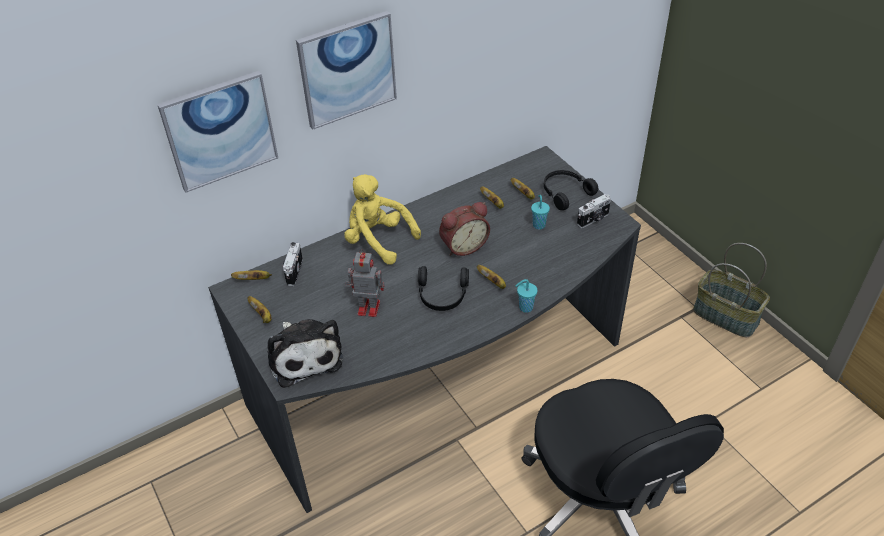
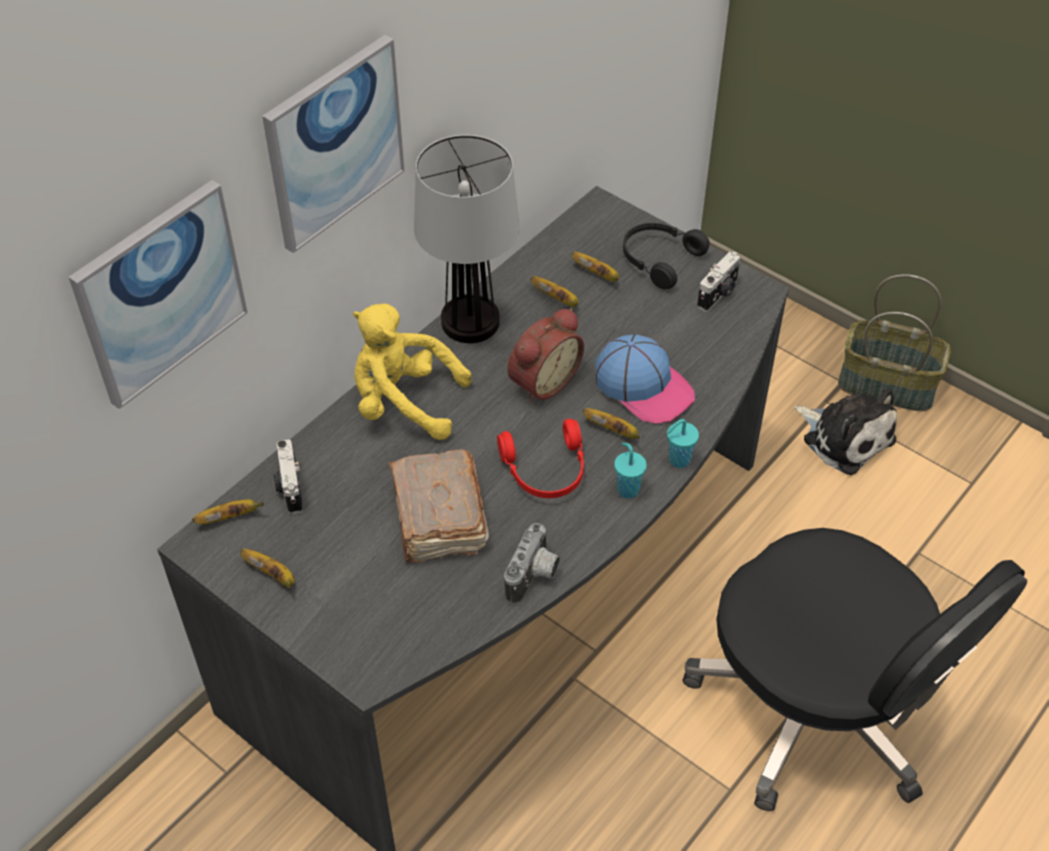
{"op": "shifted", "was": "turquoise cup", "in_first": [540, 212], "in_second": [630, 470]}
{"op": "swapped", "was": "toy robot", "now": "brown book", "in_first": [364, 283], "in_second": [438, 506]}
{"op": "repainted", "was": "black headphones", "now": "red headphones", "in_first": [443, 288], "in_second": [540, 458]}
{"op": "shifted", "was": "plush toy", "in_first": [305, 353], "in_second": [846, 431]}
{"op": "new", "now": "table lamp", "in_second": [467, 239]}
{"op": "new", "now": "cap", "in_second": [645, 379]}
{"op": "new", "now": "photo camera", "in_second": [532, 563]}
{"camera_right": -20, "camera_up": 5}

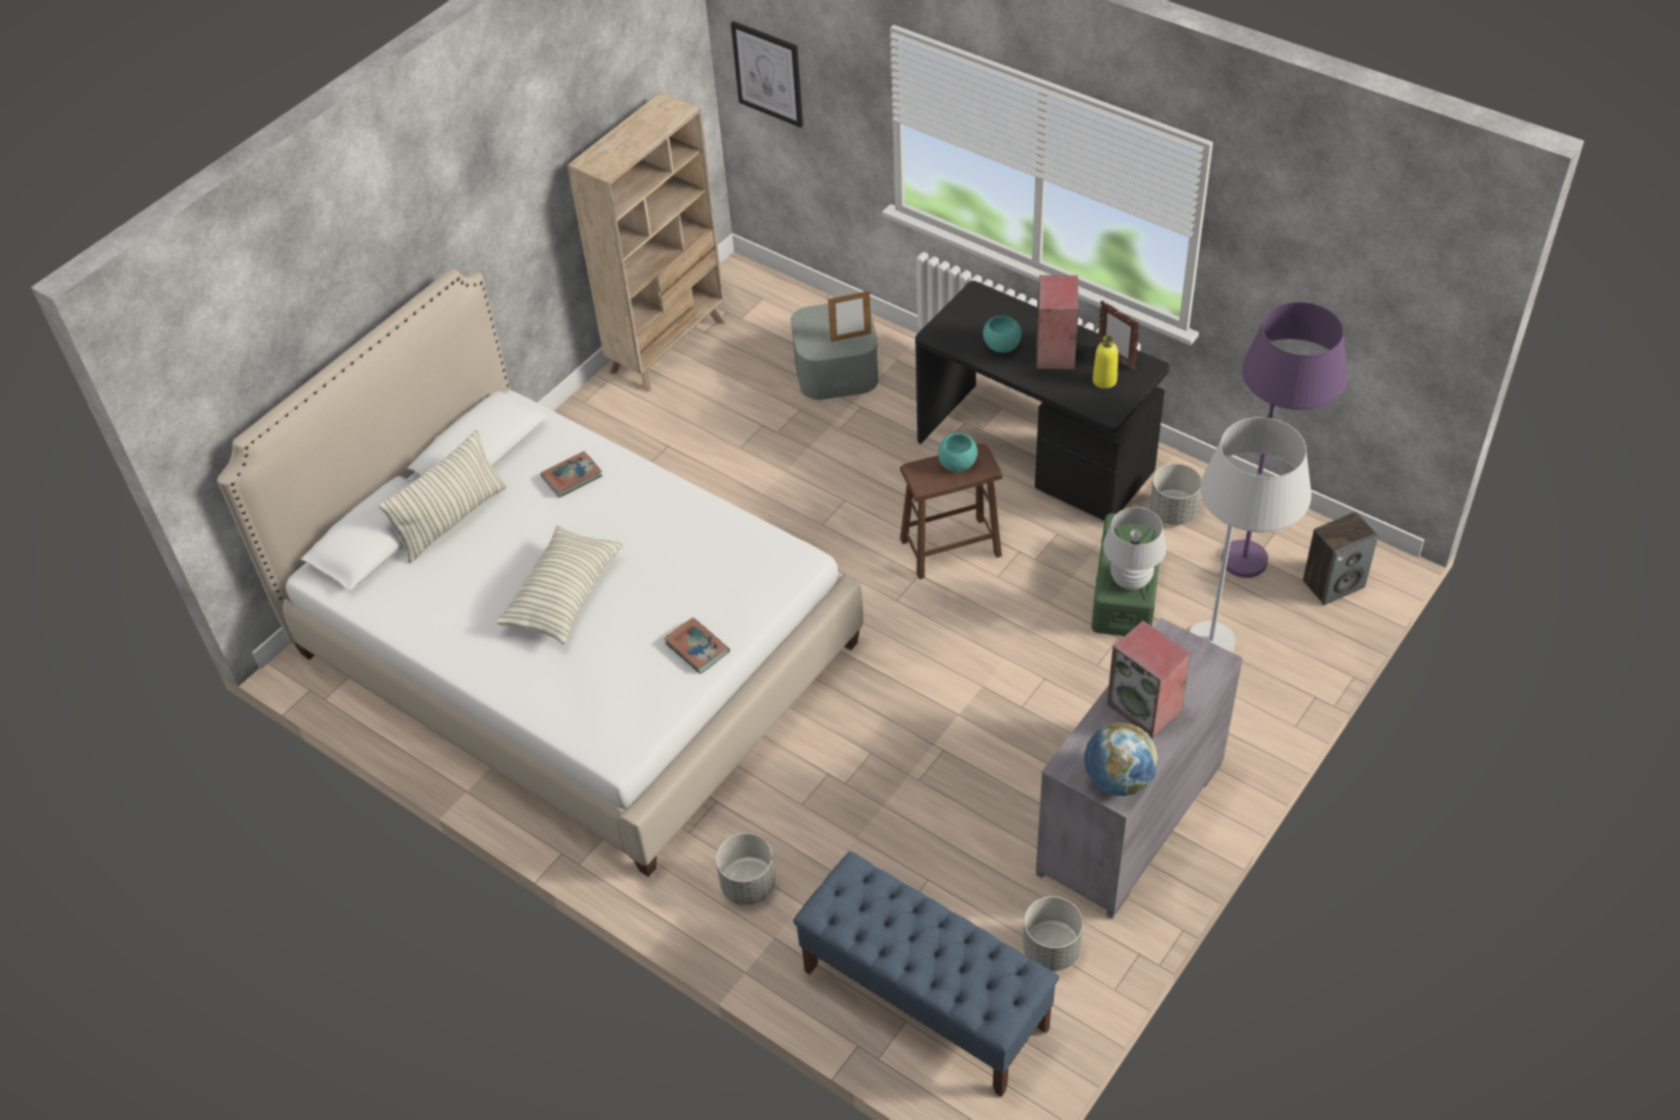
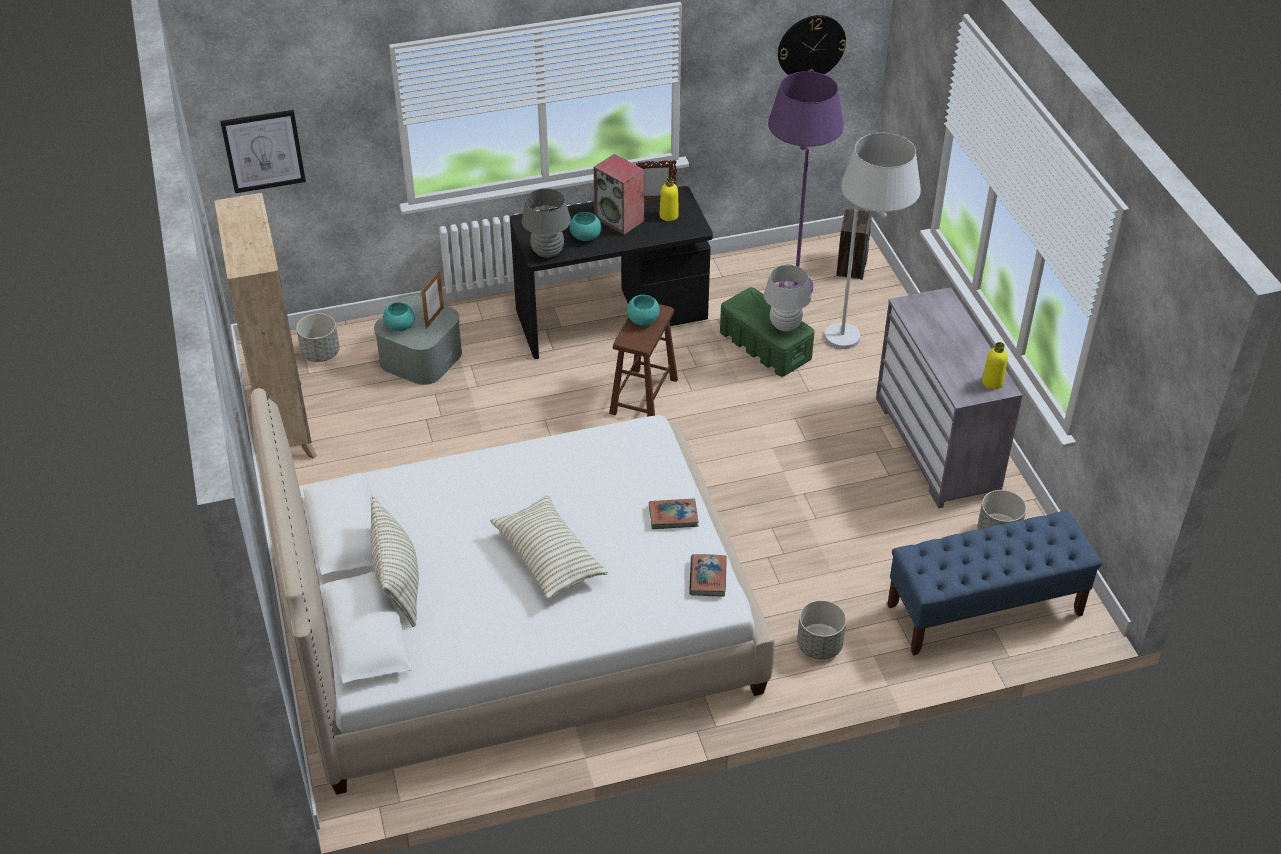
{"op": "shifted", "was": "book", "in_first": [572, 474], "in_second": [708, 575]}
{"op": "shifted", "was": "grey planter", "in_first": [1175, 494], "in_second": [318, 337]}
{"op": "gone", "was": "speaker", "in_first": [1149, 679]}
{"op": "swapped", "was": "globe", "now": "yellow bottle", "in_first": [1121, 759], "in_second": [995, 365]}
{"op": "new", "now": "wall clock", "in_second": [812, 45]}
{"op": "new", "now": "grey table lamp", "in_second": [546, 223]}
{"op": "new", "now": "turquoise bowl", "in_second": [399, 316]}
{"camera_right": -55, "camera_up": -5}

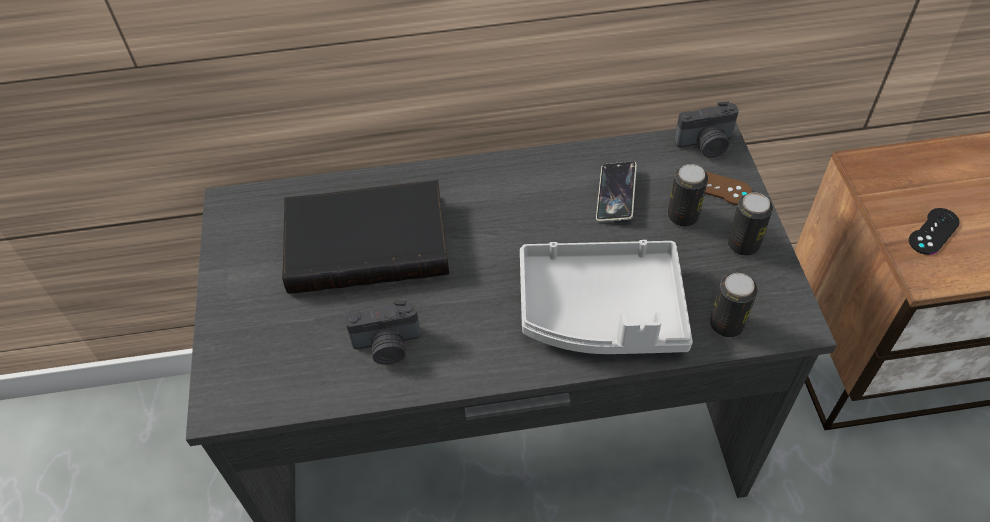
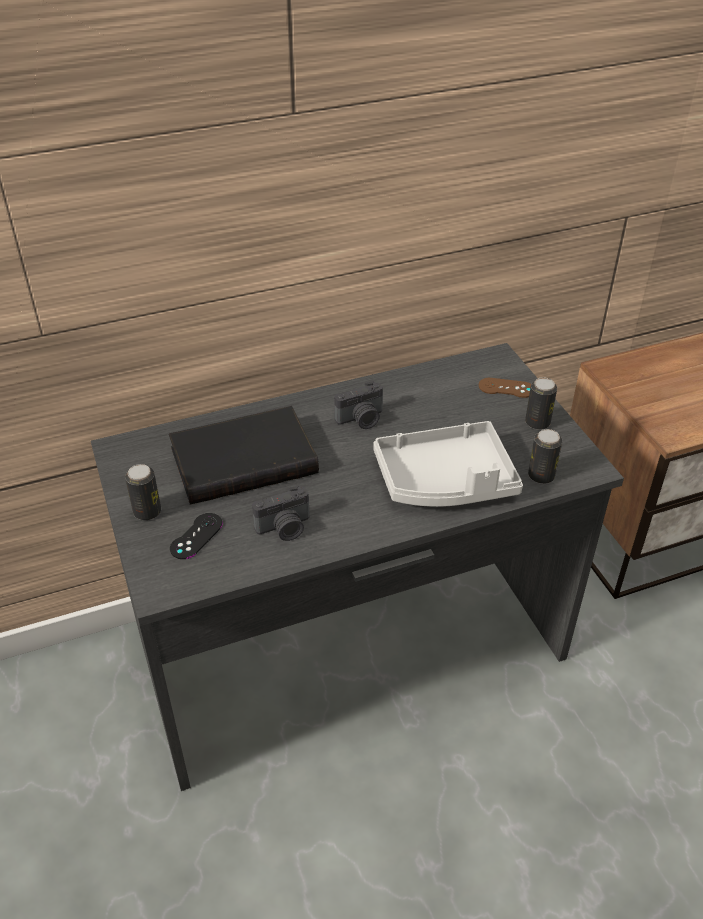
{"op": "shifted", "was": "photo camera", "in_first": [706, 129], "in_second": [358, 405]}
{"op": "gone", "was": "phone", "in_first": [616, 191]}
{"op": "shifted", "was": "can", "in_first": [687, 195], "in_second": [143, 492]}
{"op": "shifted", "was": "black game controller", "in_first": [934, 231], "in_second": [196, 536]}
{"camera_right": -15, "camera_up": -10}

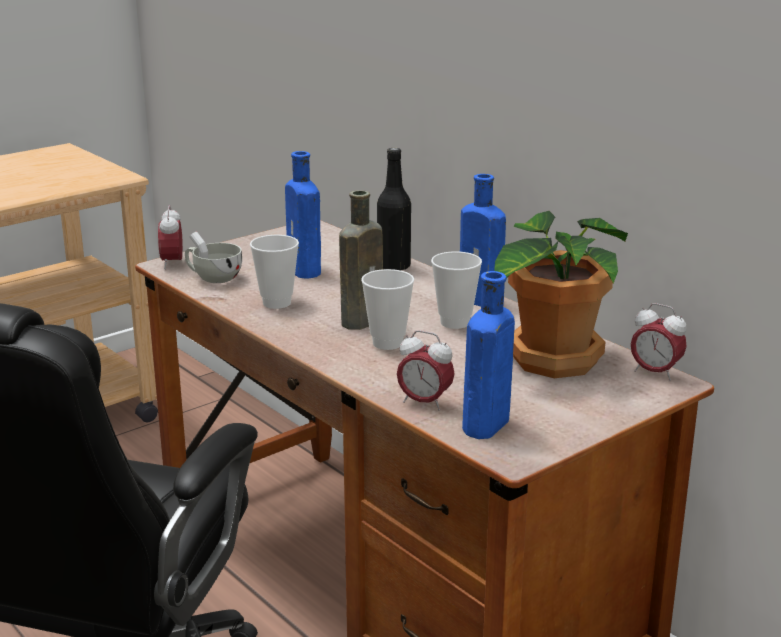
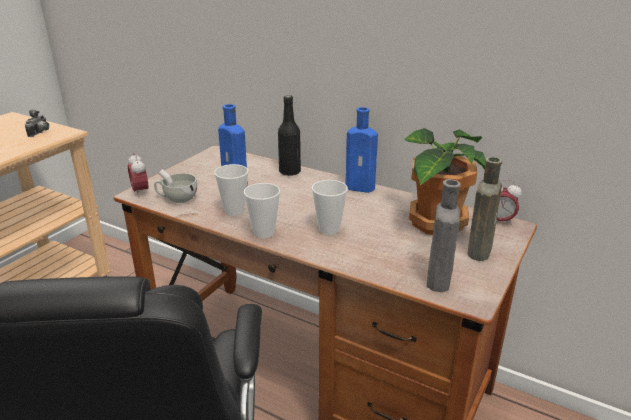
{"op": "shifted", "was": "brown bottle", "in_first": [361, 260], "in_second": [485, 209]}
{"op": "shifted", "was": "cup", "in_first": [456, 290], "in_second": [262, 210]}
{"op": "repainted", "was": "blue bottle", "now": "grey bottle", "in_first": [488, 355], "in_second": [444, 235]}
{"op": "gone", "was": "alarm clock", "in_first": [425, 370]}
{"op": "new", "now": "photo camera", "in_second": [37, 123]}
{"camera_right": -20, "camera_up": 5}

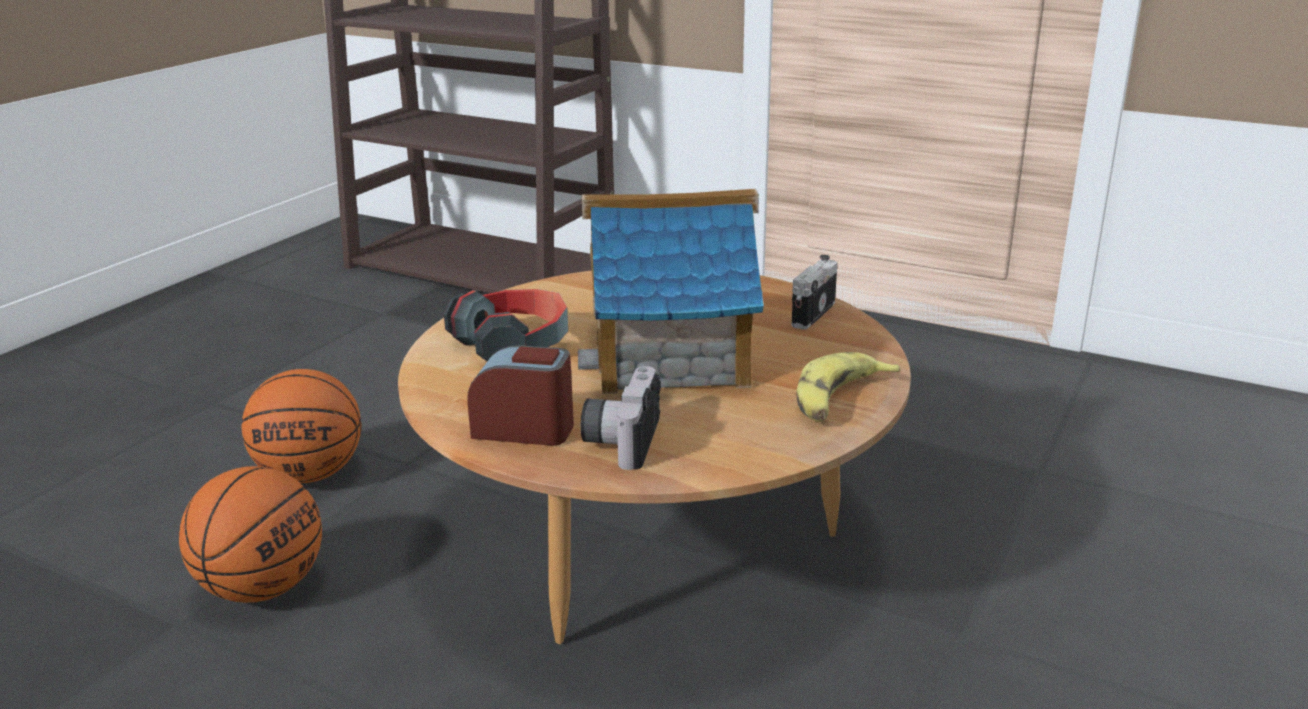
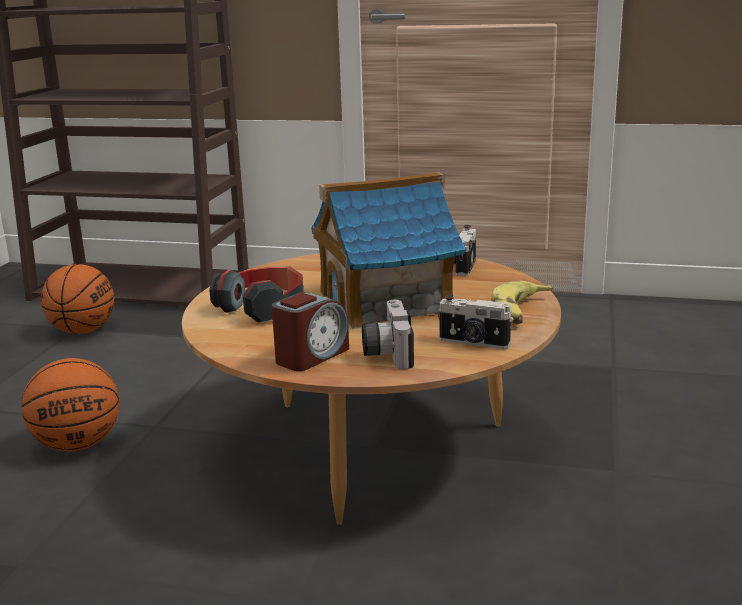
{"op": "rotated", "was": "alarm clock", "in_first": [520, 395], "in_second": [310, 331], "clockwise": 135}
{"op": "shifted", "was": "basketball", "in_first": [250, 534], "in_second": [77, 299]}
{"op": "new", "now": "photo camera", "in_second": [475, 322]}
{"camera_right": -15, "camera_up": -5}

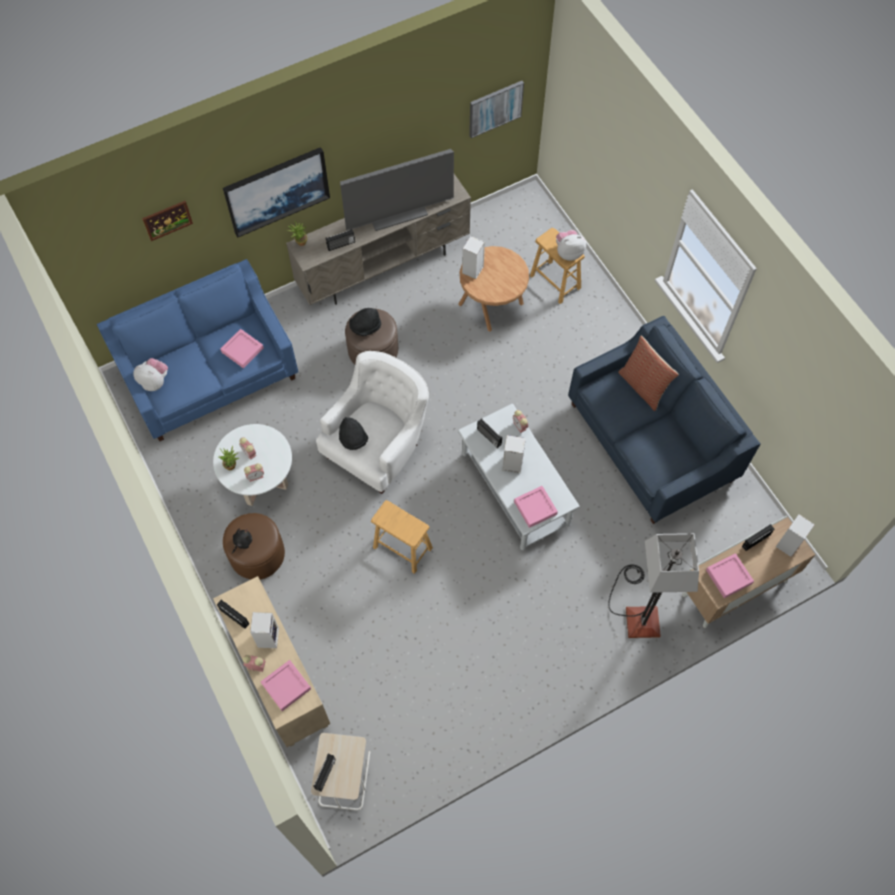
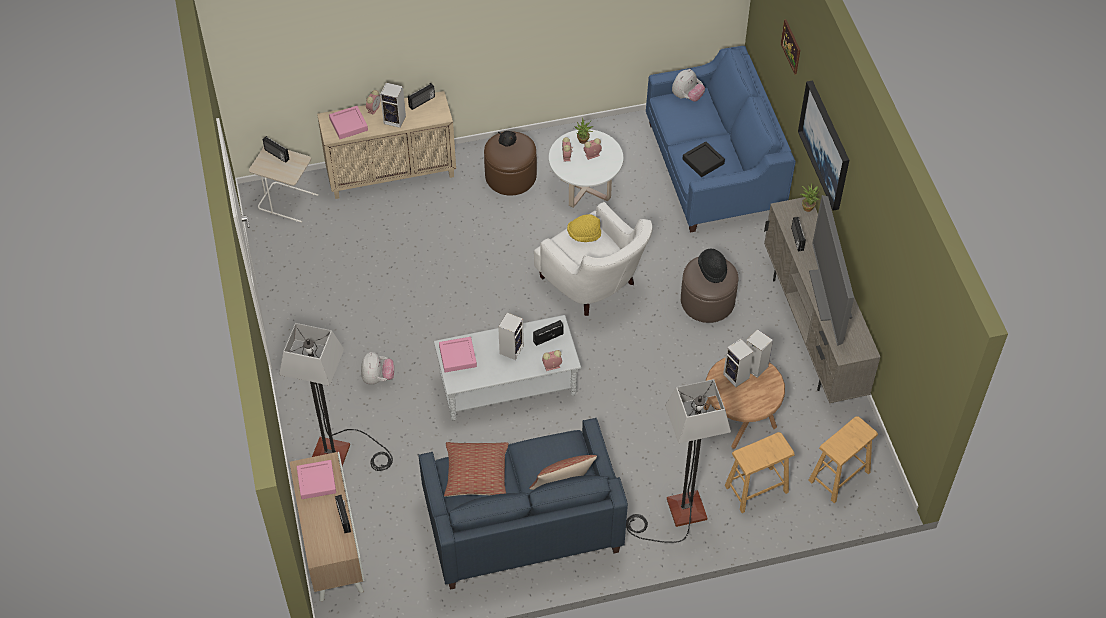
{"op": "gone", "was": "picture", "in_first": [496, 109]}
{"op": "shifted", "was": "plush toy", "in_first": [571, 245], "in_second": [377, 368]}
{"op": "repainted", "was": "pink tray", "now": "black tray", "in_first": [242, 348], "in_second": [704, 159]}
{"op": "repainted", "was": "black hat", "now": "yellow hat", "in_first": [353, 433], "in_second": [584, 228]}
{"op": "shifted", "was": "brown stool", "in_first": [402, 537], "in_second": [843, 459]}
{"op": "shifted", "was": "speaker", "in_first": [795, 535], "in_second": [738, 363]}
{"op": "new", "now": "floor lamp", "in_second": [678, 461]}
{"op": "new", "now": "pillow", "in_second": [476, 469]}
{"camera_right": 105, "camera_up": -10}

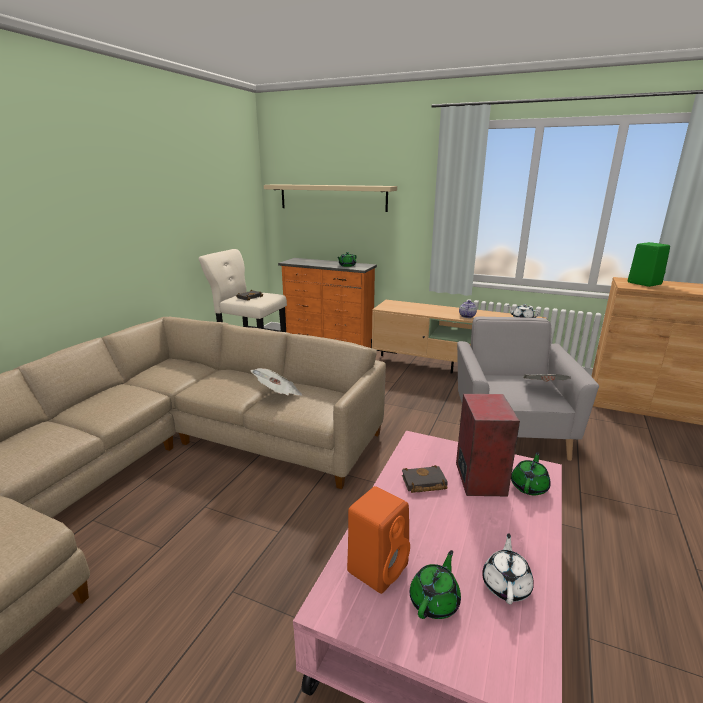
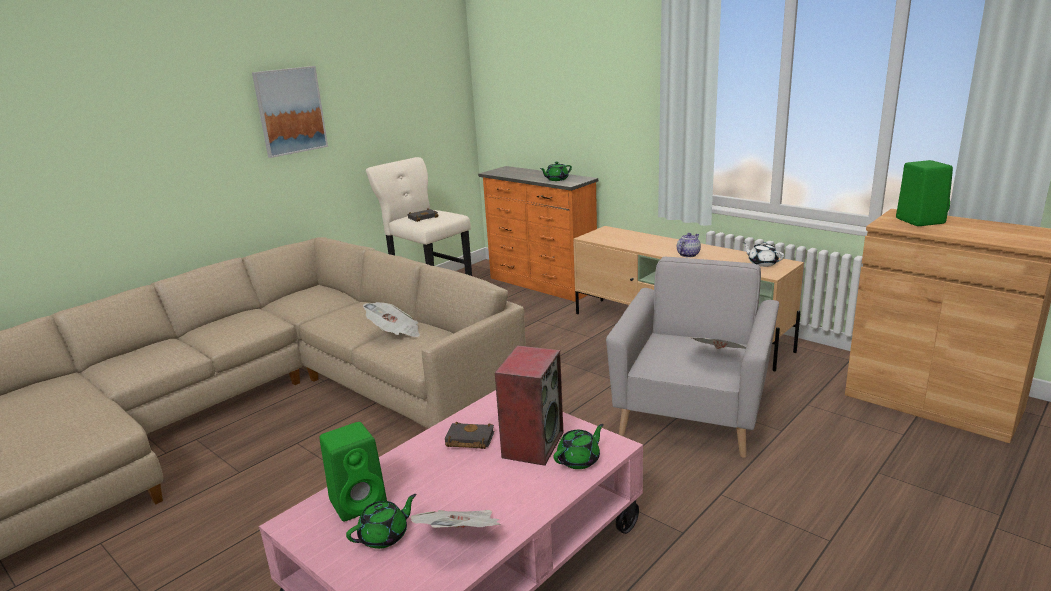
{"op": "gone", "was": "beige shelf", "in_first": [330, 198]}
{"op": "repainted", "was": "orange speaker", "now": "green speaker", "in_first": [378, 540], "in_second": [353, 472]}
{"op": "swapped", "was": "white teapot", "now": "newspaper", "in_first": [508, 568], "in_second": [455, 519]}
{"op": "new", "now": "picture", "in_second": [290, 112]}
{"camera_right": 20, "camera_up": 0}

